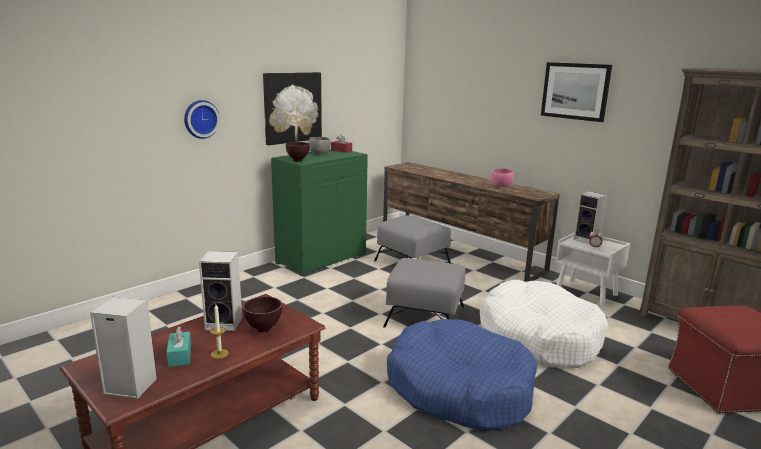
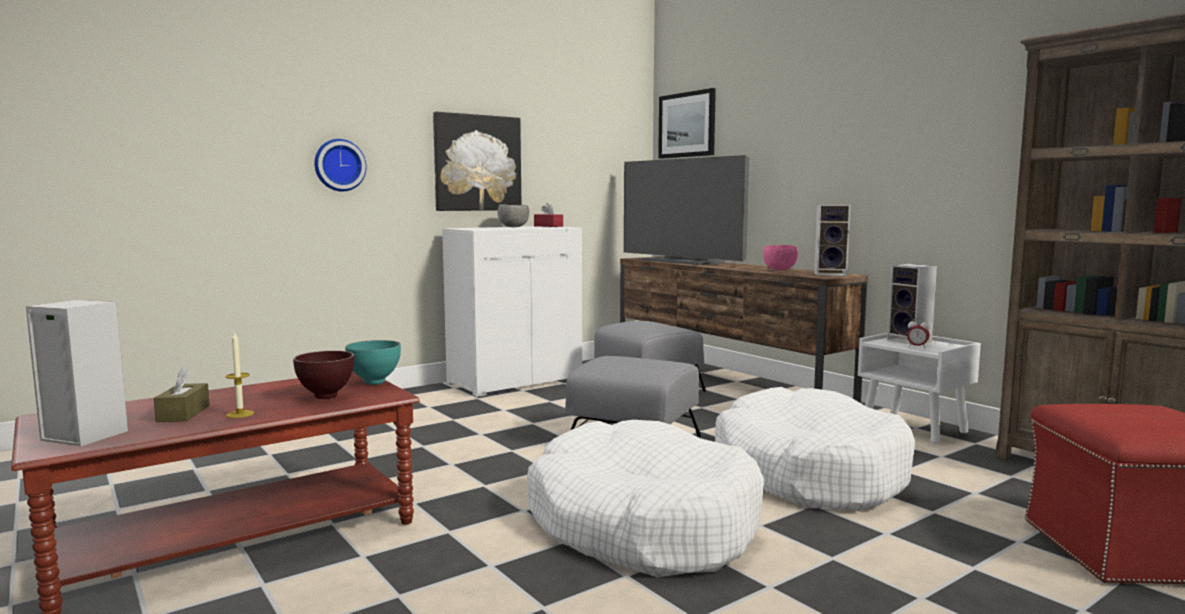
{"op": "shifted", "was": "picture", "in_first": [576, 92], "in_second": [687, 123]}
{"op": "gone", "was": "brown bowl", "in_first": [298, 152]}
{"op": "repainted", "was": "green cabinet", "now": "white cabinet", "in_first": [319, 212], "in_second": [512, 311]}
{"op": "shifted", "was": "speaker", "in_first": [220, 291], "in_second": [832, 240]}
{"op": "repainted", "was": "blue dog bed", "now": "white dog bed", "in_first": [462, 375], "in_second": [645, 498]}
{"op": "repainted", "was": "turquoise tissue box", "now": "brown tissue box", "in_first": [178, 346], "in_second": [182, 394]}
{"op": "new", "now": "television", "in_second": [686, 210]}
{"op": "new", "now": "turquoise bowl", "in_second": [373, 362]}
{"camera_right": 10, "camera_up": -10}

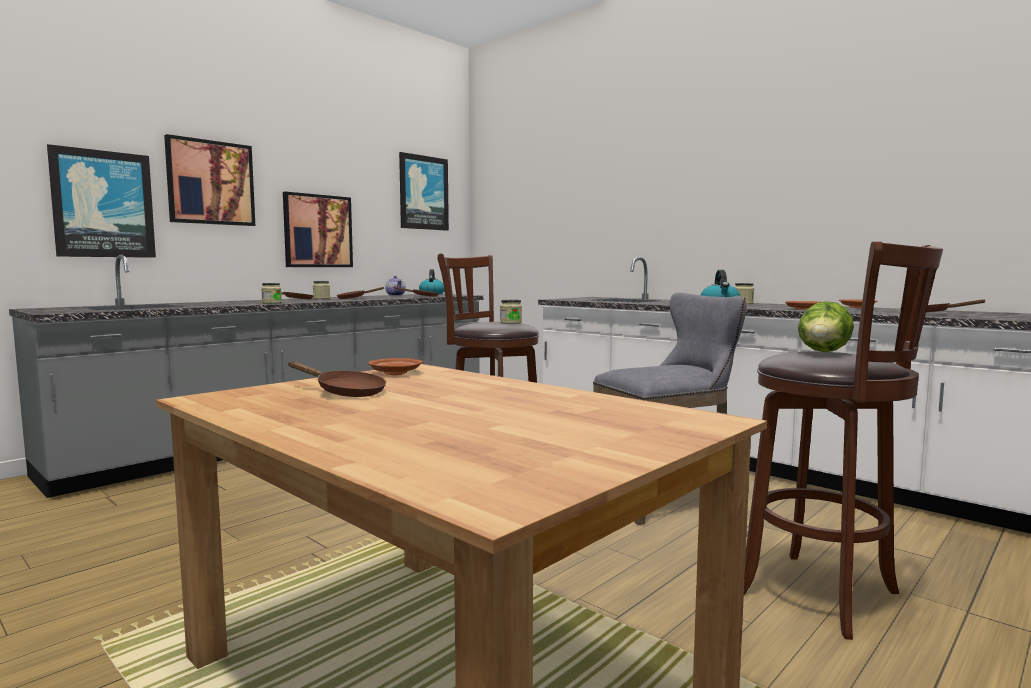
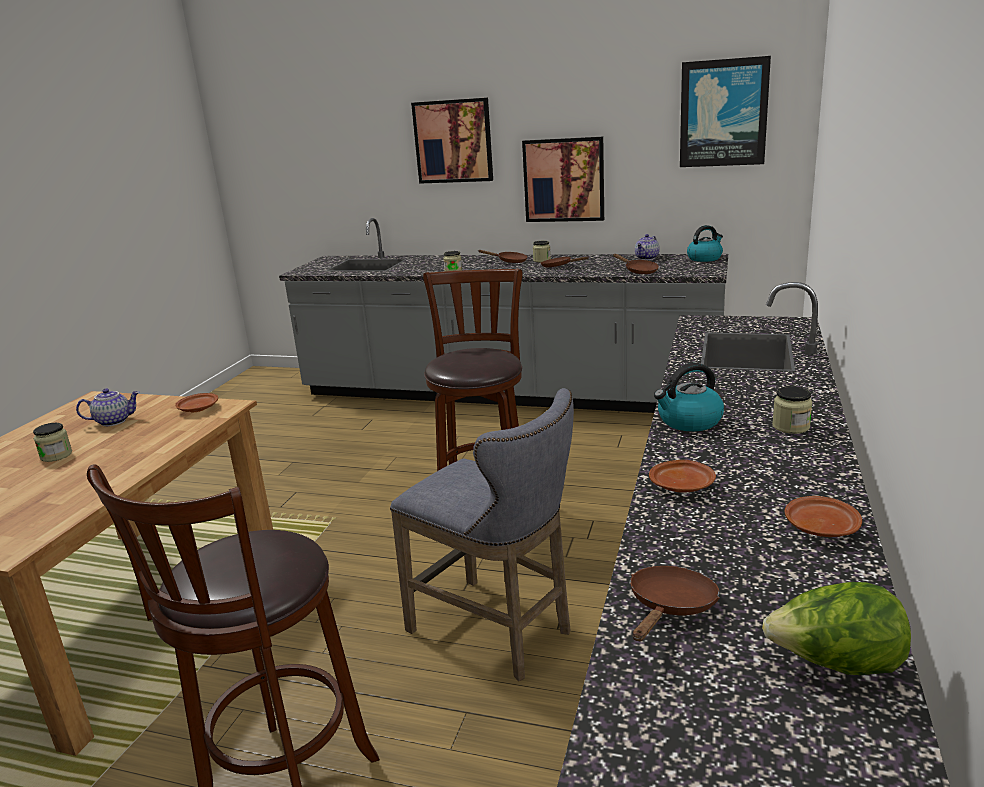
{"op": "gone", "was": "picture", "in_first": [101, 201]}
{"op": "shifted", "was": "jar", "in_first": [511, 312], "in_second": [52, 442]}
{"op": "shifted", "was": "lettuce", "in_first": [826, 326], "in_second": [836, 628]}
{"op": "swapped", "was": "brown frying pan", "now": "teapot", "in_first": [337, 379], "in_second": [108, 407]}
{"camera_right": 65, "camera_up": 15}

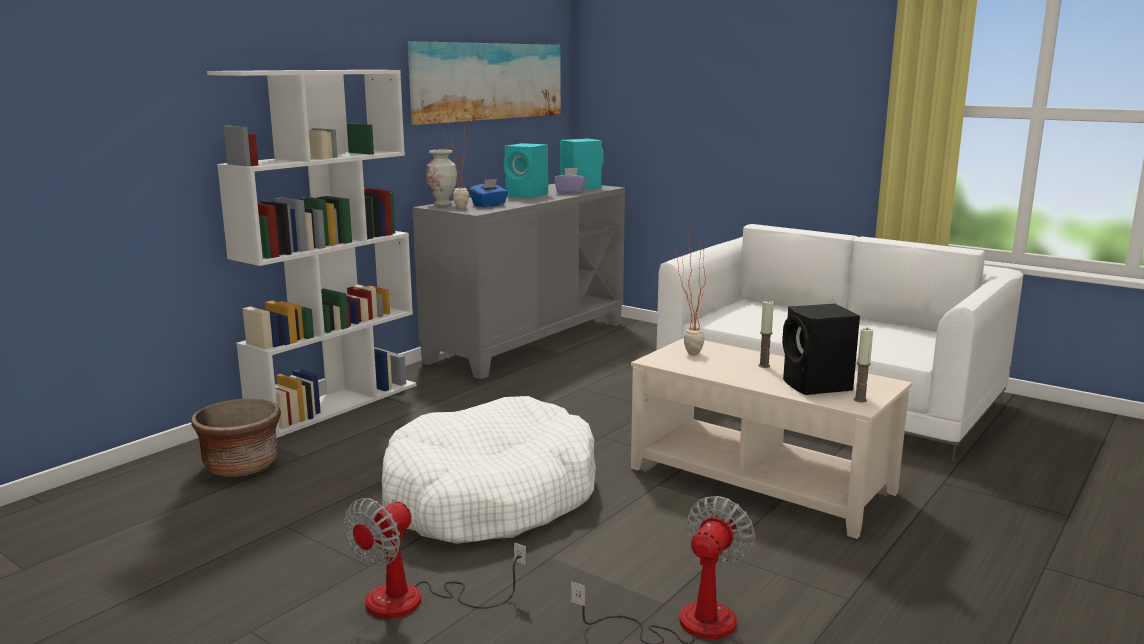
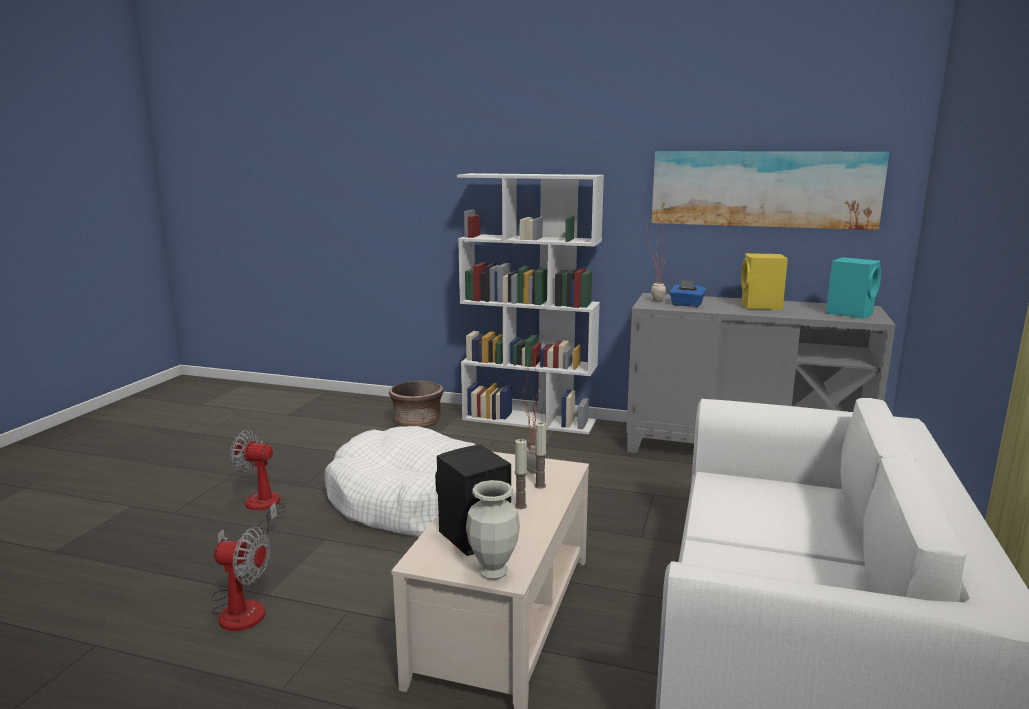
{"op": "repainted", "was": "turquoise speaker", "now": "yellow speaker", "in_first": [526, 170], "in_second": [764, 281]}
{"op": "shifted", "was": "vase", "in_first": [441, 178], "in_second": [493, 530]}
{"op": "gone", "was": "purple tissue box", "in_first": [570, 181]}
{"op": "shifted", "was": "candle", "in_first": [863, 364], "in_second": [541, 455]}
{"camera_right": 70, "camera_up": 0}

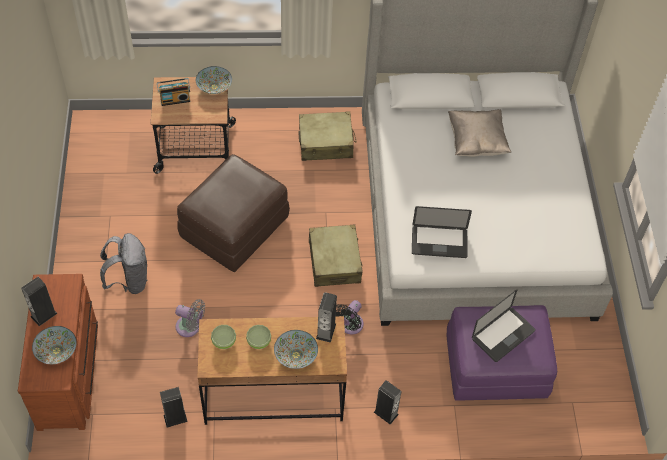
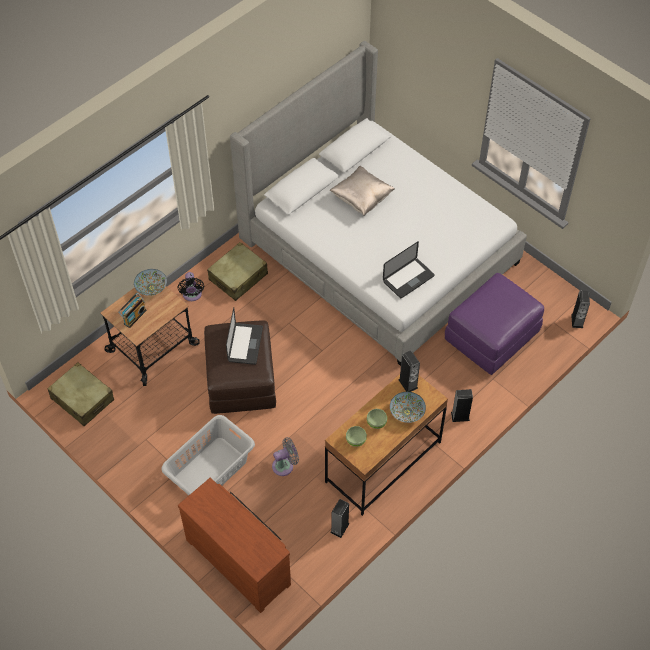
{"op": "shifted", "was": "beige suitcase", "in_first": [336, 256], "in_second": [80, 394]}
{"op": "swapped", "was": "grey backpack", "now": "grey laundry basket", "in_first": [123, 263], "in_second": [208, 455]}
{"op": "shifted", "was": "speaker", "in_first": [39, 301], "in_second": [580, 309]}
{"op": "shifted", "was": "laptop", "in_first": [503, 326], "in_second": [244, 336]}
{"op": "shifted", "was": "black fan", "in_first": [350, 317], "in_second": [190, 286]}
{"op": "gone", "was": "bowl", "in_first": [54, 345]}
{"camera_right": -40, "camera_up": 0}

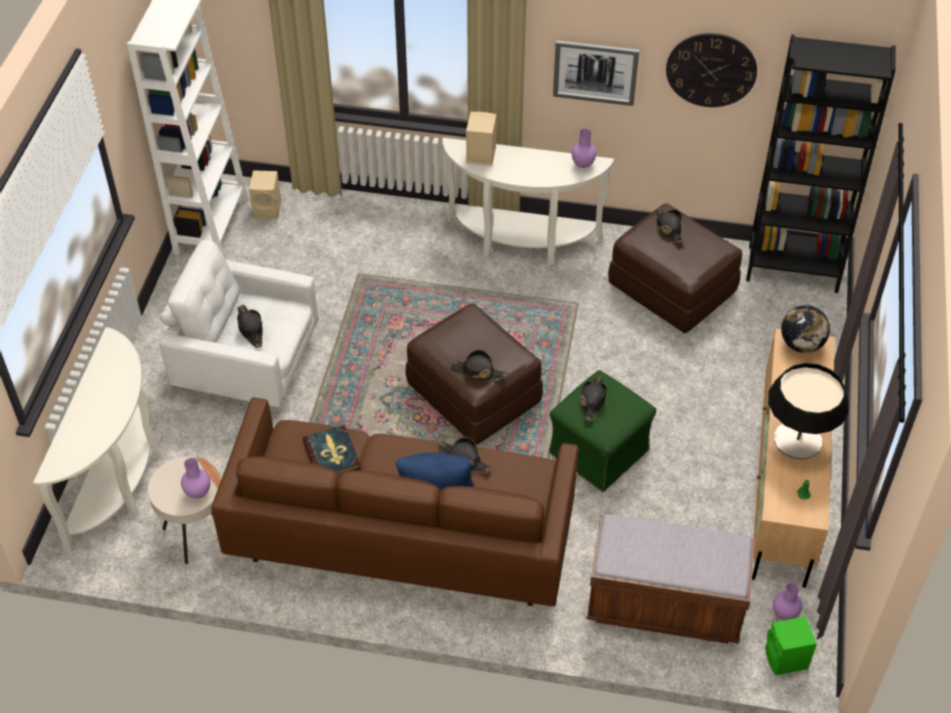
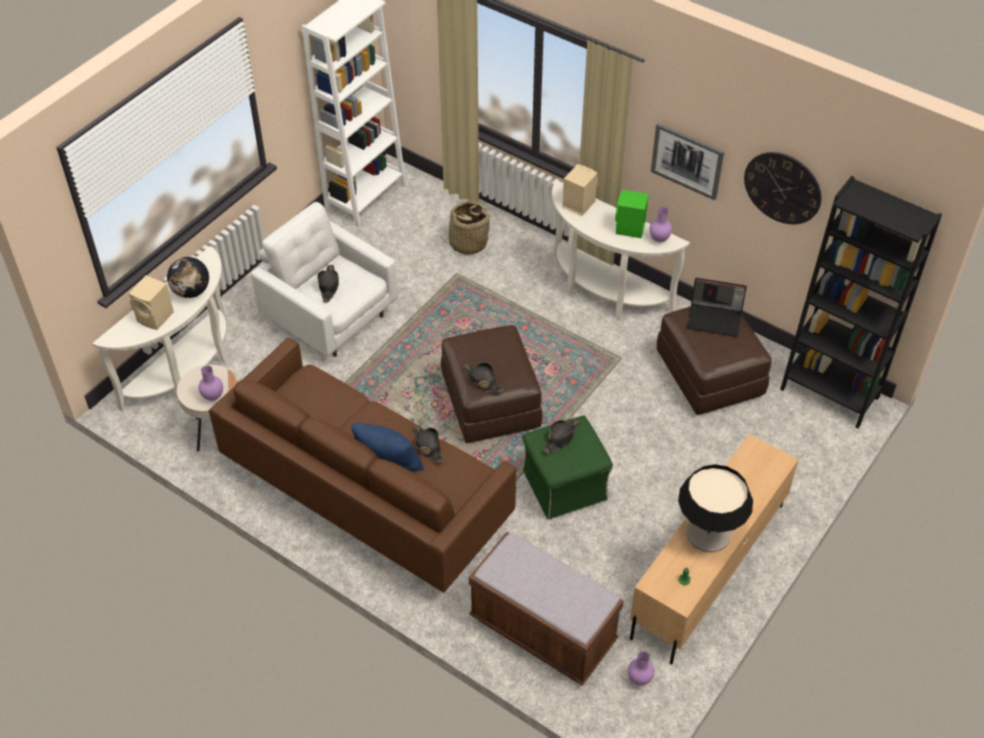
{"op": "shifted", "was": "beige speaker", "in_first": [265, 194], "in_second": [151, 302]}
{"op": "swapped", "was": "black hat", "now": "laptop", "in_first": [669, 225], "in_second": [717, 307]}
{"op": "shifted", "was": "globe", "in_first": [805, 329], "in_second": [188, 277]}
{"op": "gone", "was": "book", "in_first": [332, 449]}
{"op": "shifted", "was": "green speaker", "in_first": [791, 645], "in_second": [632, 214]}
{"op": "new", "now": "basket", "in_second": [466, 228]}
{"camera_right": 25, "camera_up": 0}

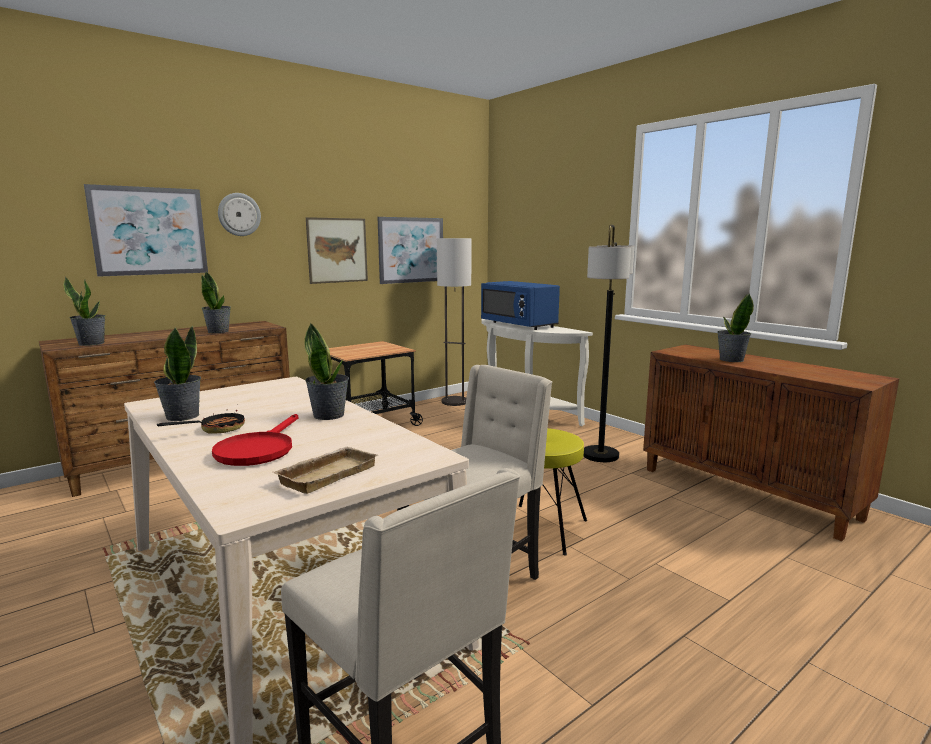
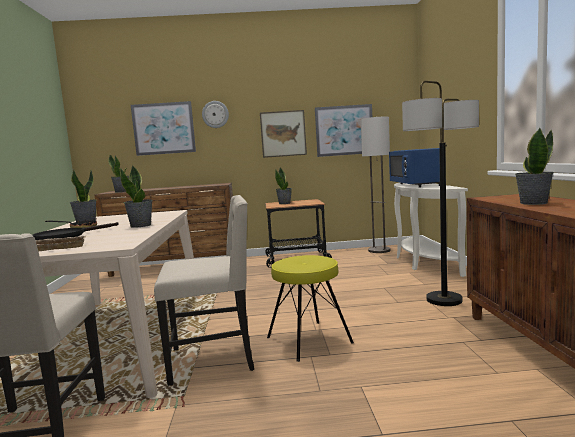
{"op": "shifted", "was": "potted plant", "in_first": [216, 302], "in_second": [283, 186]}
{"op": "repainted", "was": "red frying pan", "now": "black frying pan", "in_first": [255, 440], "in_second": [75, 231]}
{"camera_right": 35, "camera_up": -5}

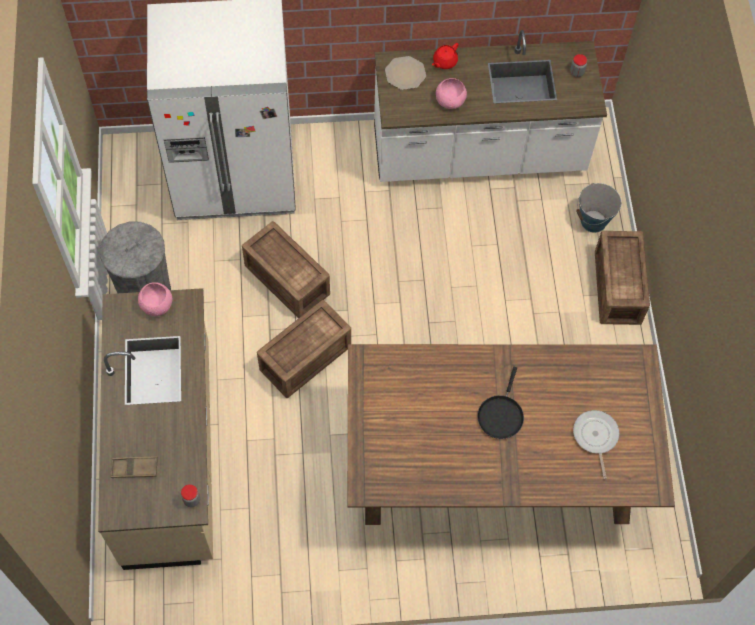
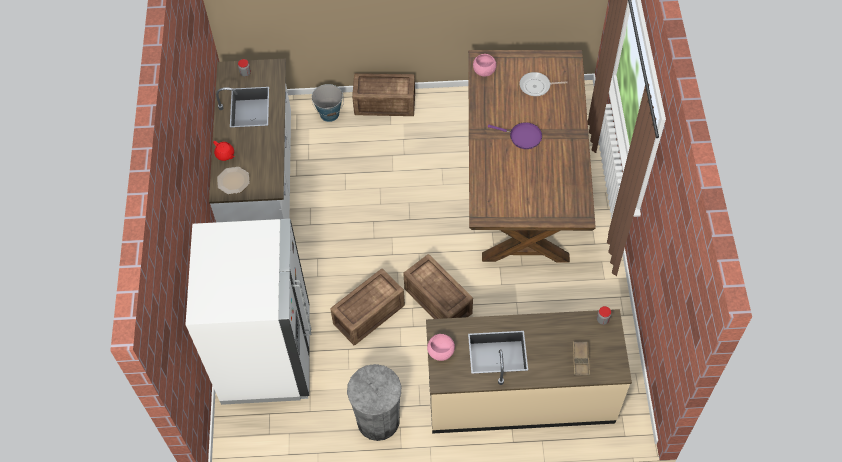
{"op": "shifted", "was": "pink bowl", "in_first": [451, 93], "in_second": [484, 65]}
{"op": "repainted", "was": "black frying pan", "now": "purple frying pan", "in_first": [500, 403], "in_second": [515, 135]}
{"camera_right": -85, "camera_up": -5}

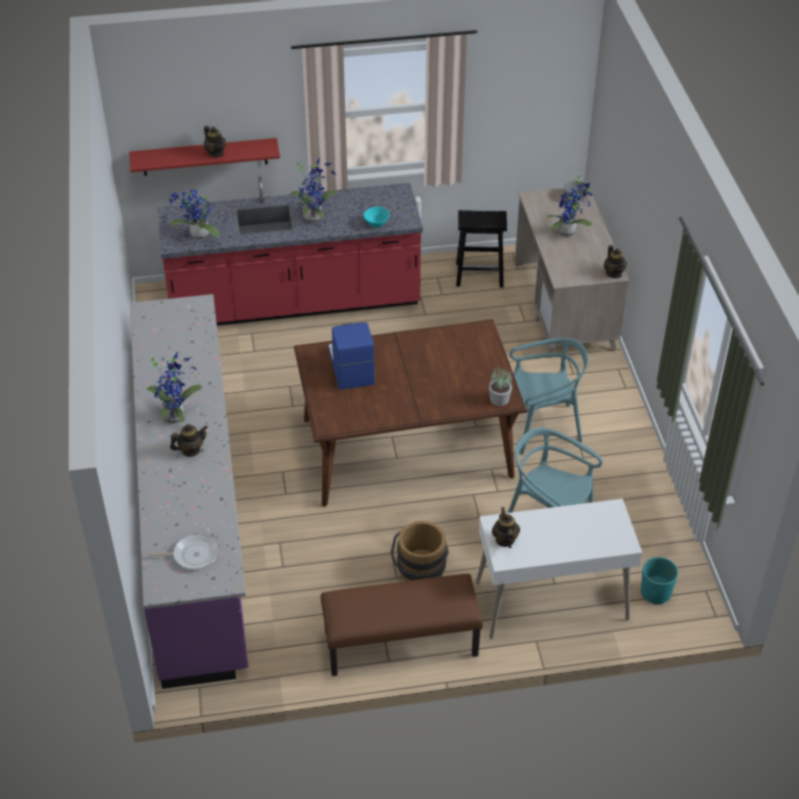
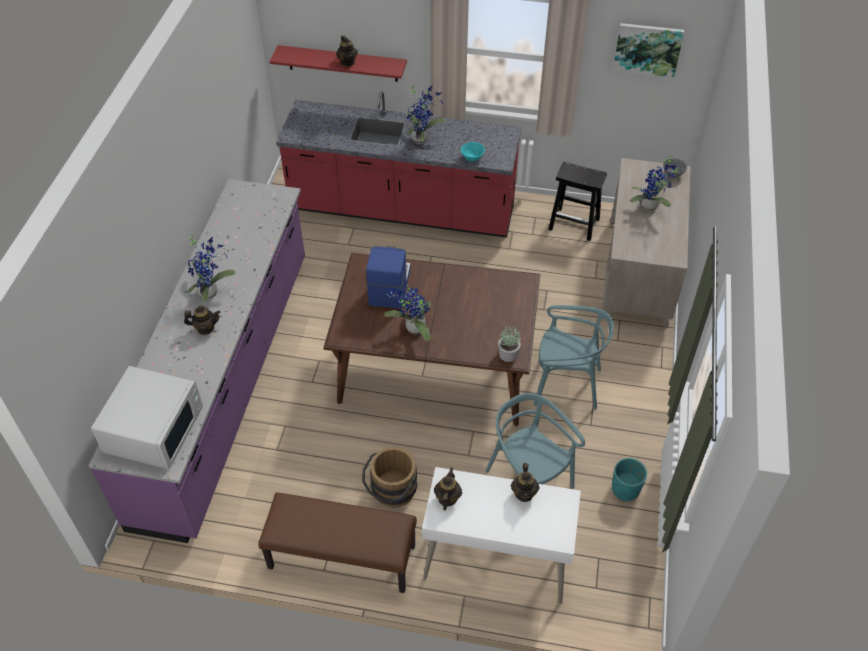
{"op": "shifted", "was": "potted plant", "in_first": [194, 214], "in_second": [407, 312]}
{"op": "shifted", "was": "teapot", "in_first": [615, 261], "in_second": [525, 482]}
{"op": "swapped", "was": "frying pan", "now": "white microwave", "in_first": [183, 551], "in_second": [147, 417]}
{"op": "shifted", "was": "turquoise planter", "in_first": [659, 581], "in_second": [629, 479]}
{"op": "new", "now": "picture", "in_second": [648, 50]}
{"camera_right": 20, "camera_up": 5}

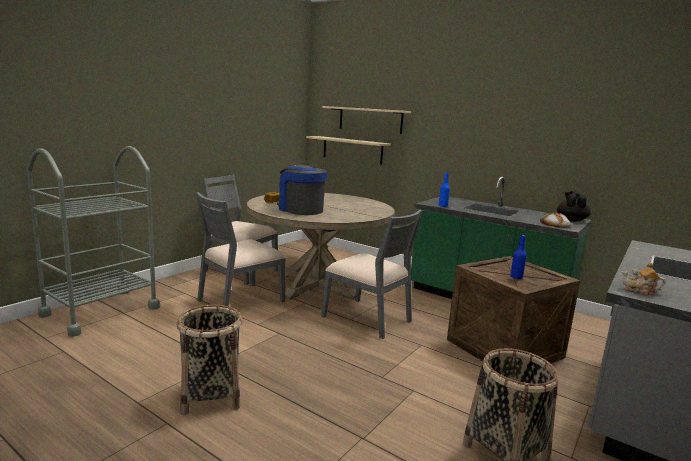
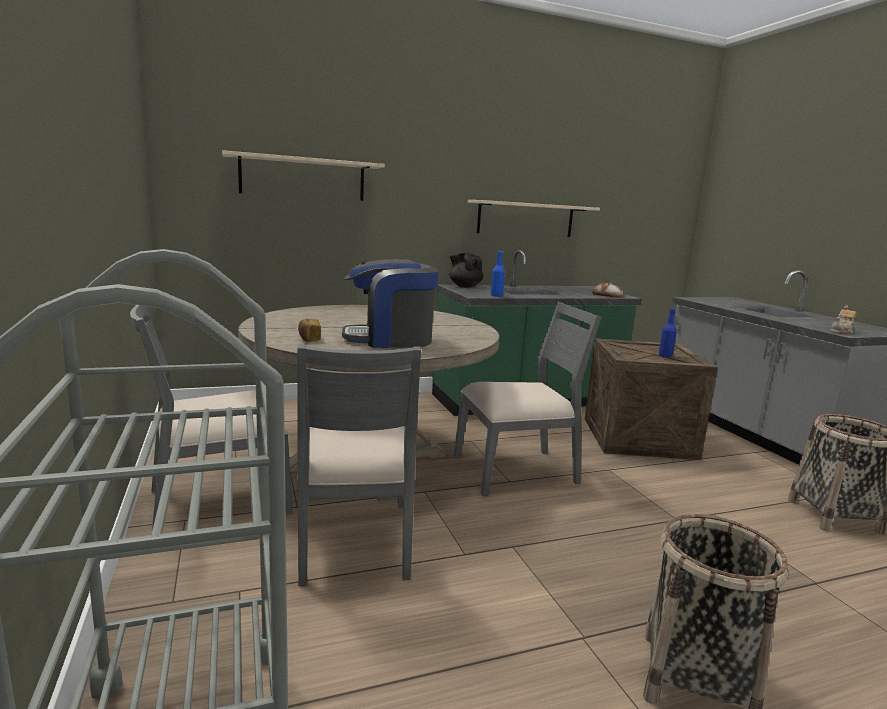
{"op": "shifted", "was": "beige shelf", "in_first": [348, 150], "in_second": [534, 218]}
{"op": "shifted", "was": "black teapot", "in_first": [574, 206], "in_second": [466, 270]}
{"camera_right": -55, "camera_up": 0}

